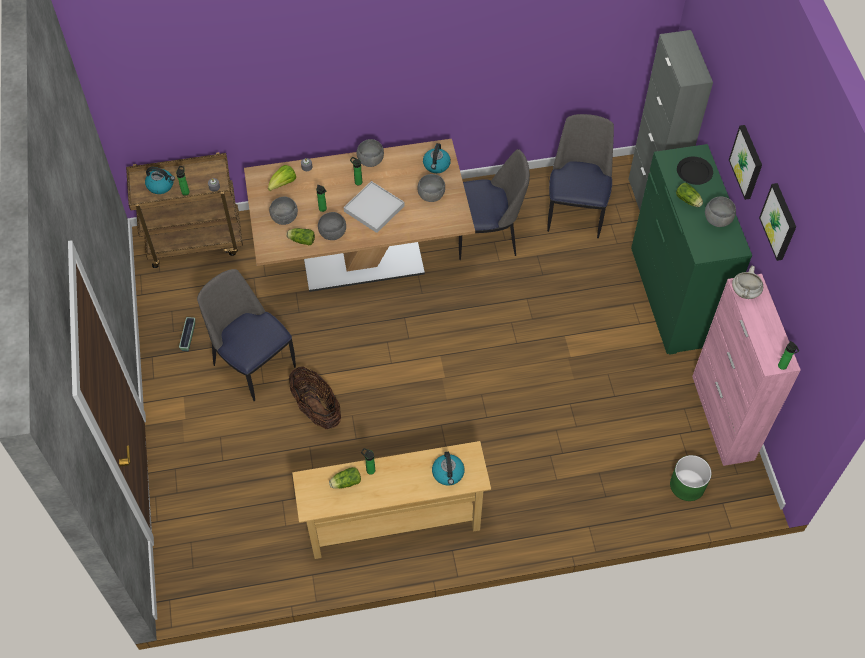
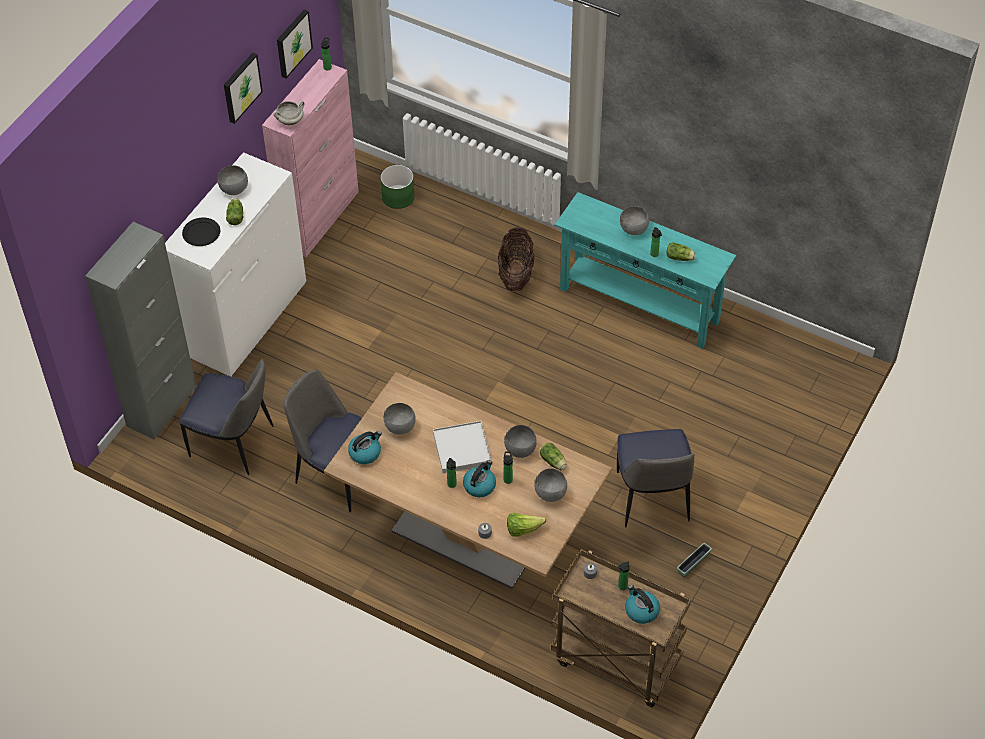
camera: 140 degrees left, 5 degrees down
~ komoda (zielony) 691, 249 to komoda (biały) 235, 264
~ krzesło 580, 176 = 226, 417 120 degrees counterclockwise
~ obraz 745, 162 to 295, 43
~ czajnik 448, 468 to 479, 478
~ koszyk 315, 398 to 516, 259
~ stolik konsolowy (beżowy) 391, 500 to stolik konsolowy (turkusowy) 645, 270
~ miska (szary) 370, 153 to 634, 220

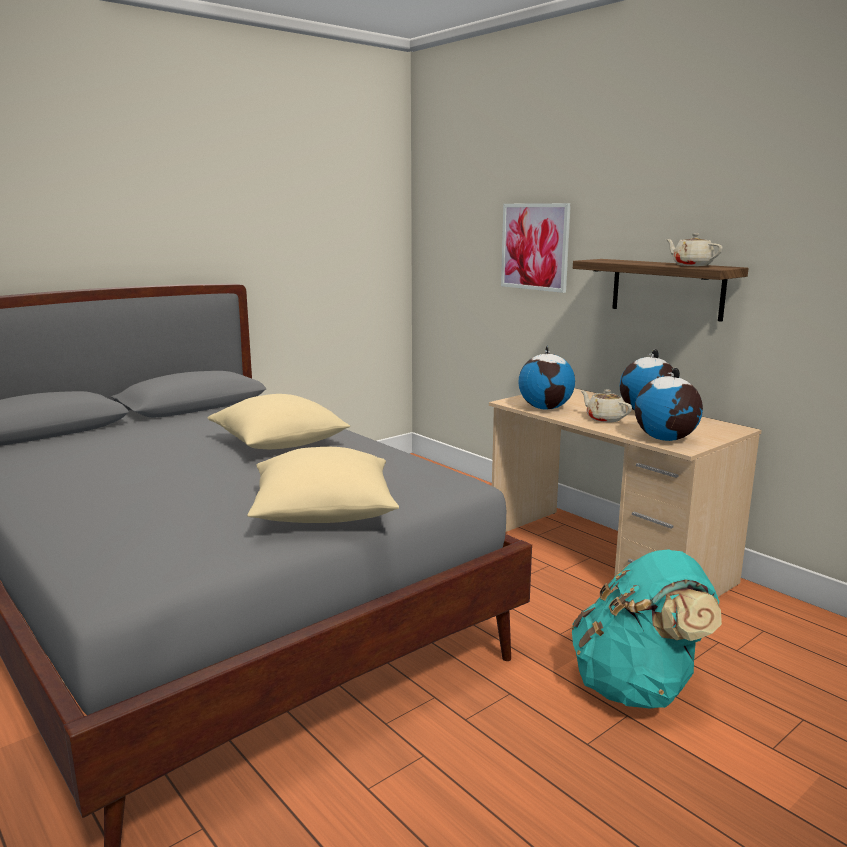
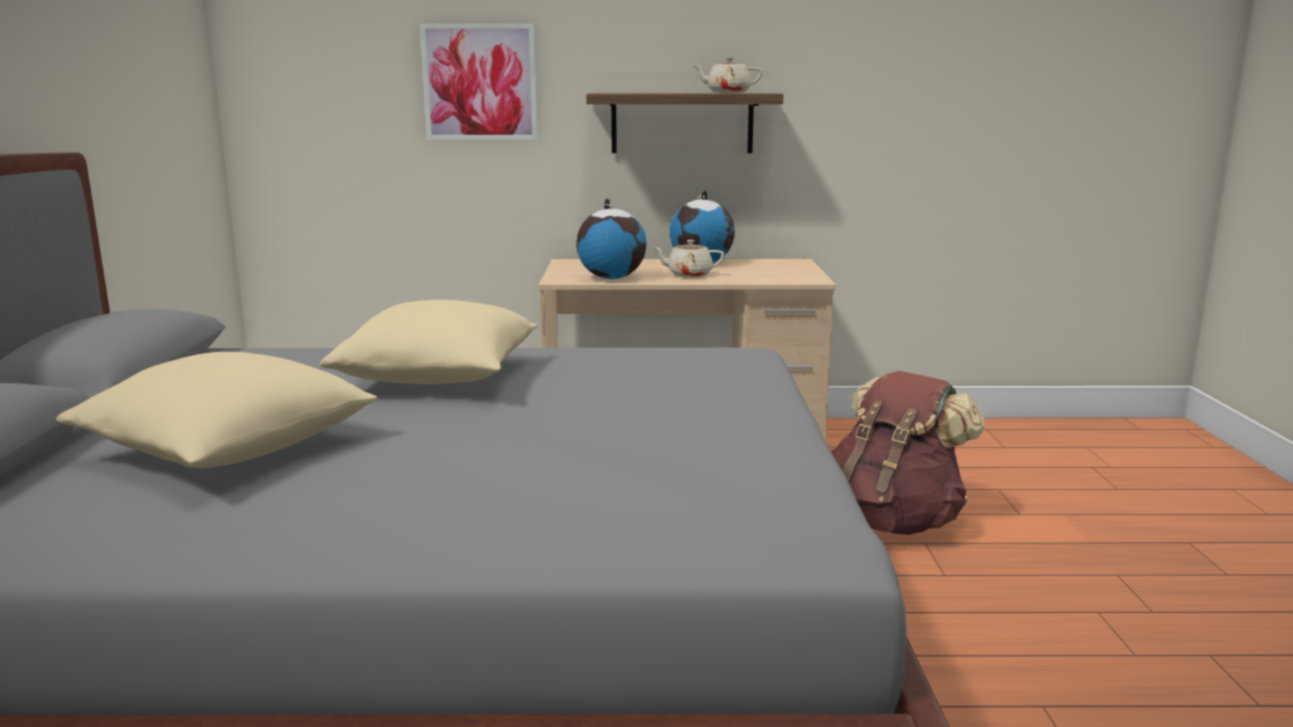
camera: 50 degrees left, 0 degrees up
~ poduszka (beżowy) 323, 485 to 217, 410
~ plecak (turkusowy) 646, 629 to plecak (brązowy) 907, 453
- globus 669, 404

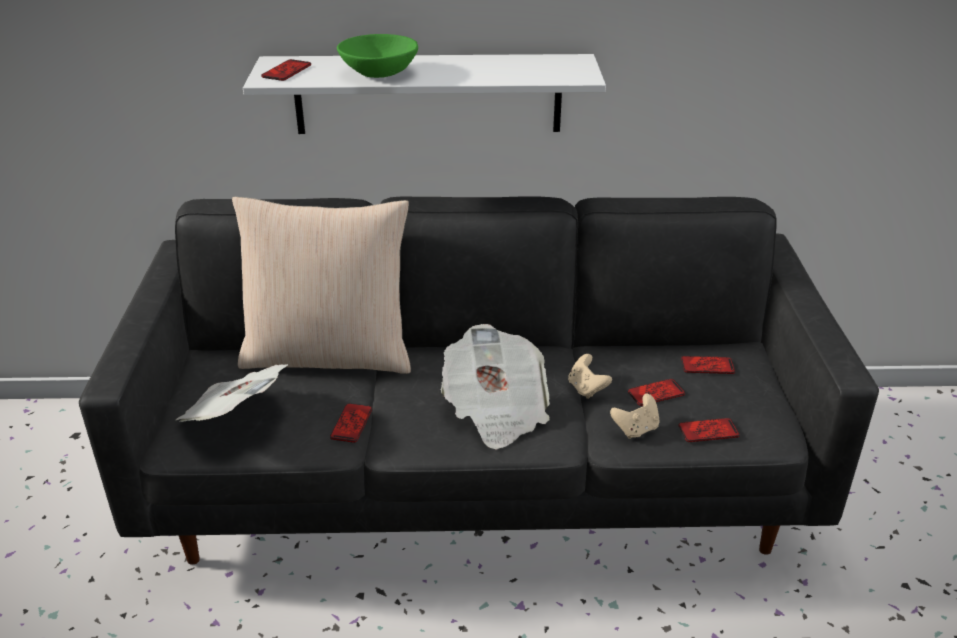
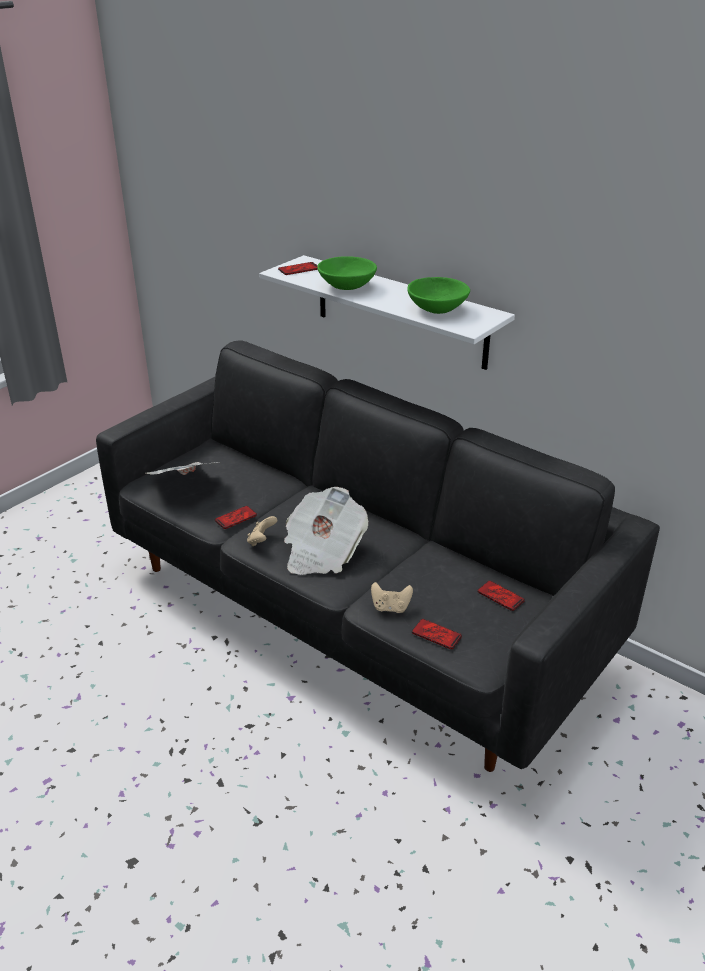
camera: 40 degrees right, 0 degrees up
~ pad do gier (beżowy) 590, 376 to 262, 531
+ miska (zielony) 438, 295
- poduszka (beżowy) 321, 285
- telefon 656, 392

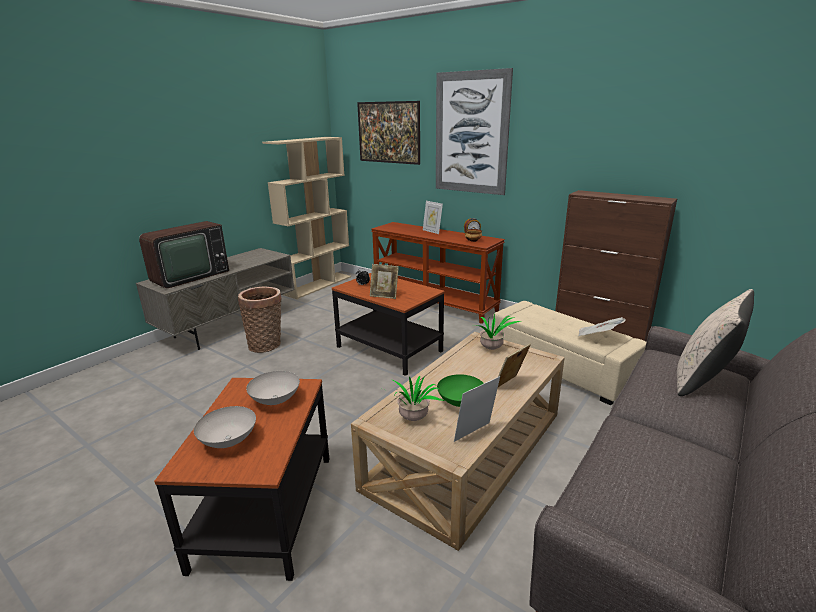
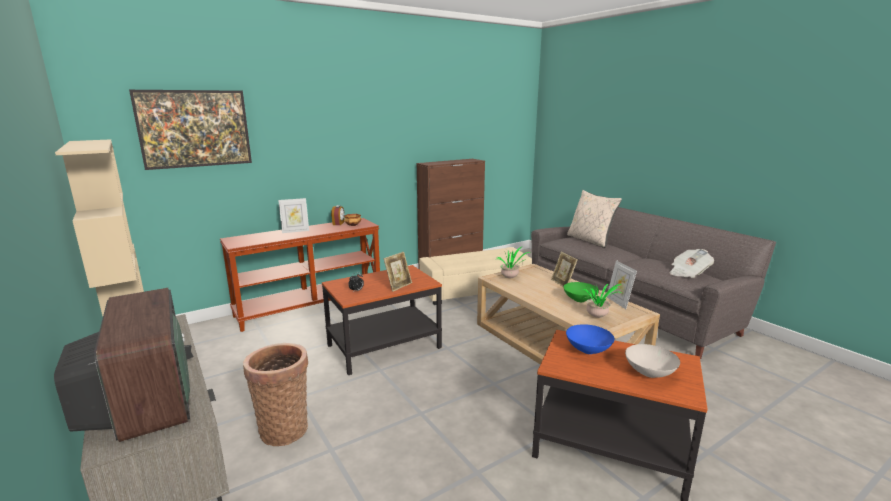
camera: 70 degrees left, 5 degrees down
~ miska (biały) 273, 388 to miska (niebieski) 590, 339
~ gazeta 602, 326 to 691, 263
- obraz 474, 131

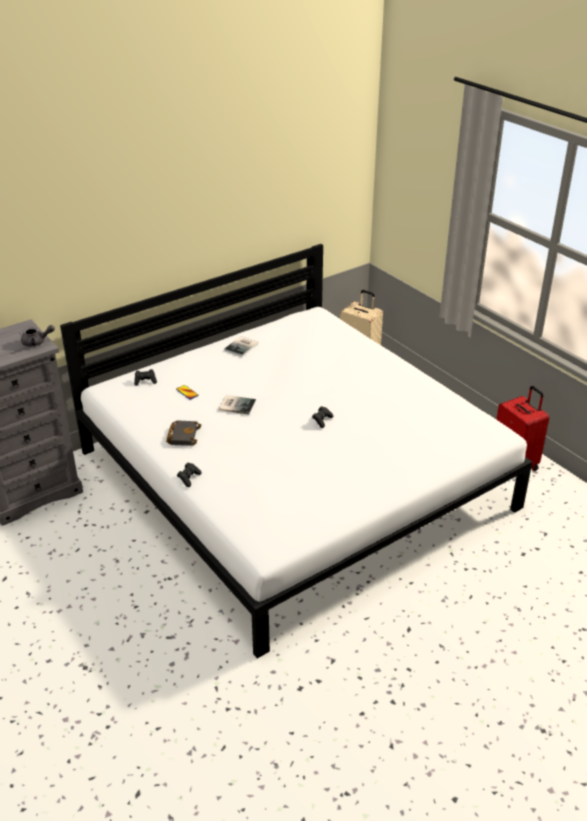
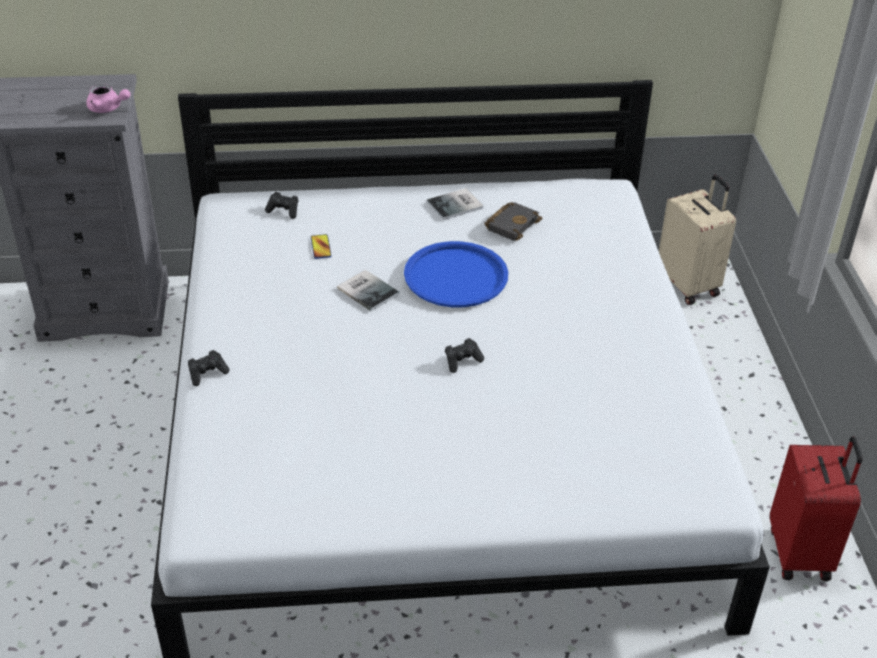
camera: 30 degrees right, 5 degrees up
~ imbryk (szary) 38, 335 to imbryk (różowy) 108, 98
+ taca (niebieski) 456, 274
~ książka (czarny) 183, 433 to 513, 221

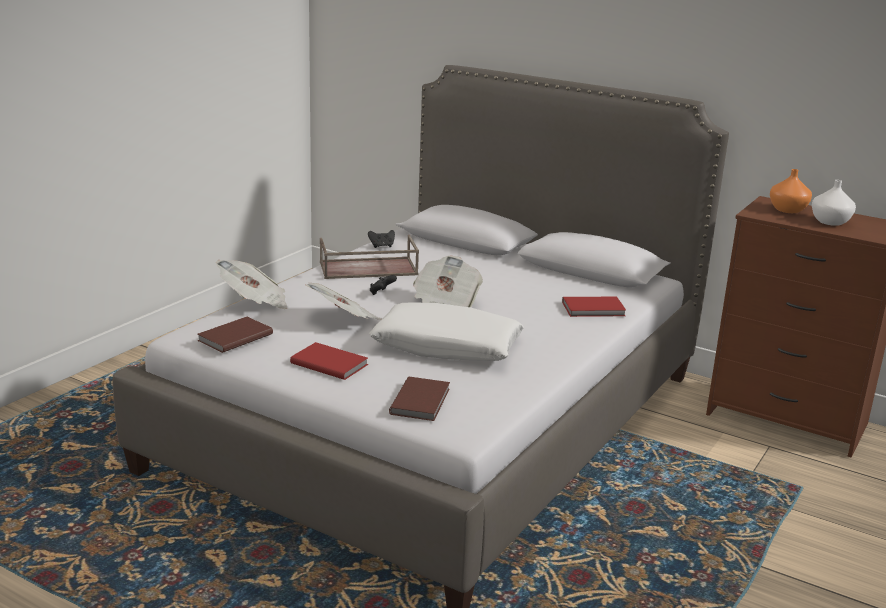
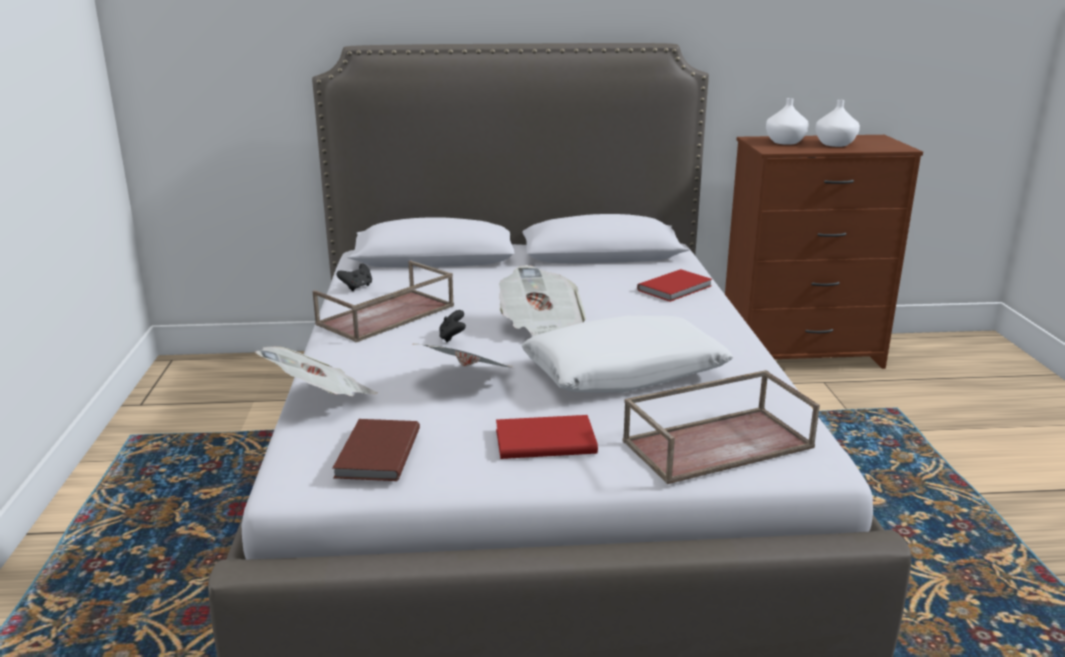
camera: 35 degrees left, 0 degrees up
~ książka (brązowy) 419, 399 to taca (brązowy) 721, 427
~ wazon (pomarańczowy) 791, 191 to wazon (biały) 787, 121

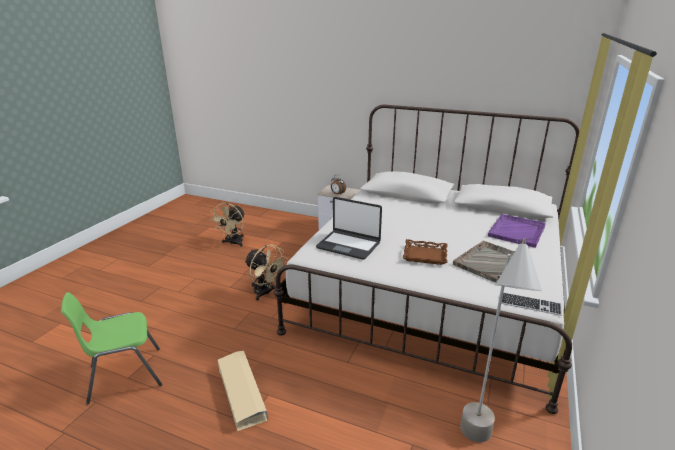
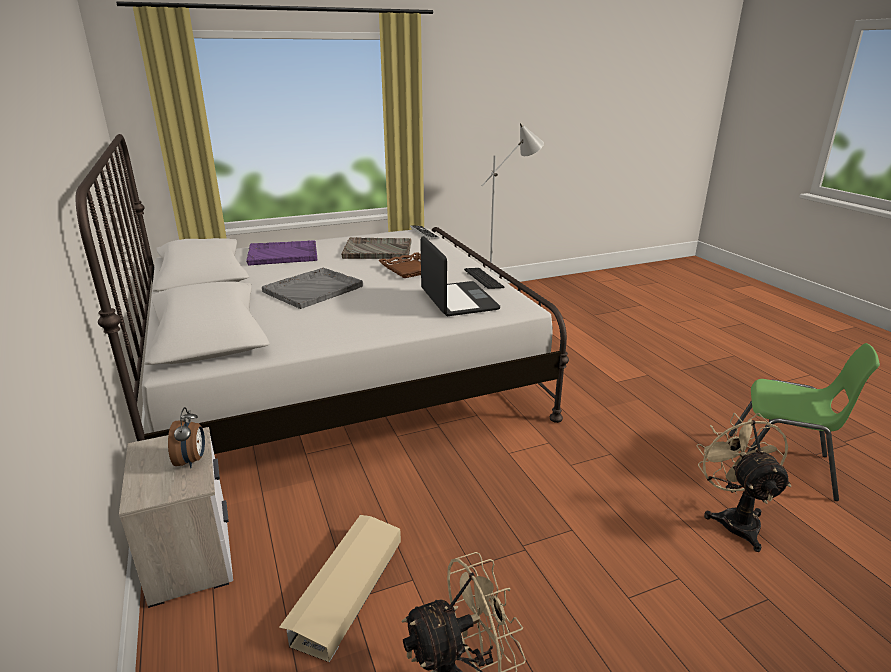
camera: 135 degrees left, 0 degrees up
+ taca (szary) 312, 288
~ pojemnik do przechowywania (beżowy) 243, 391 to 340, 588
+ klawiatura 485, 278
~ wentylator (beżowy) 266, 273 to 744, 482

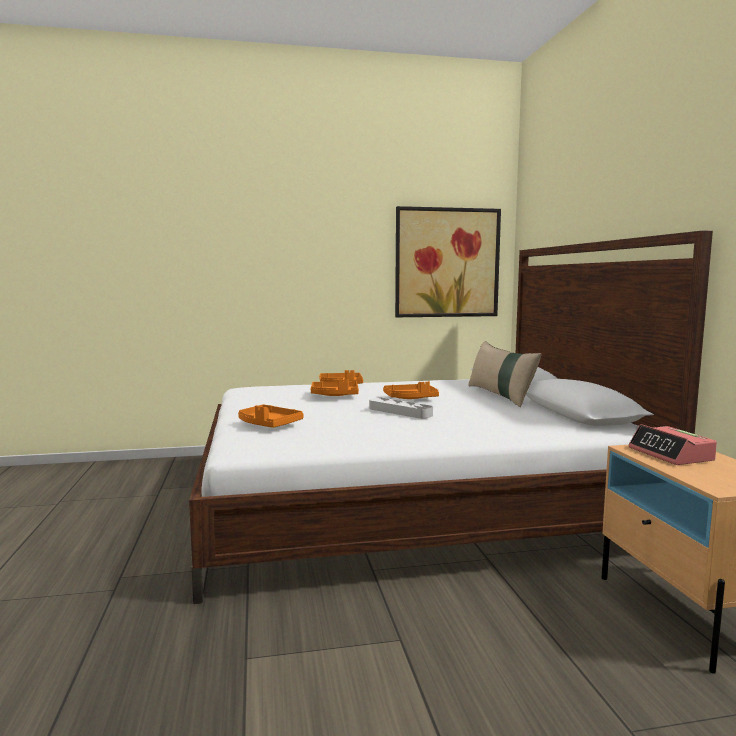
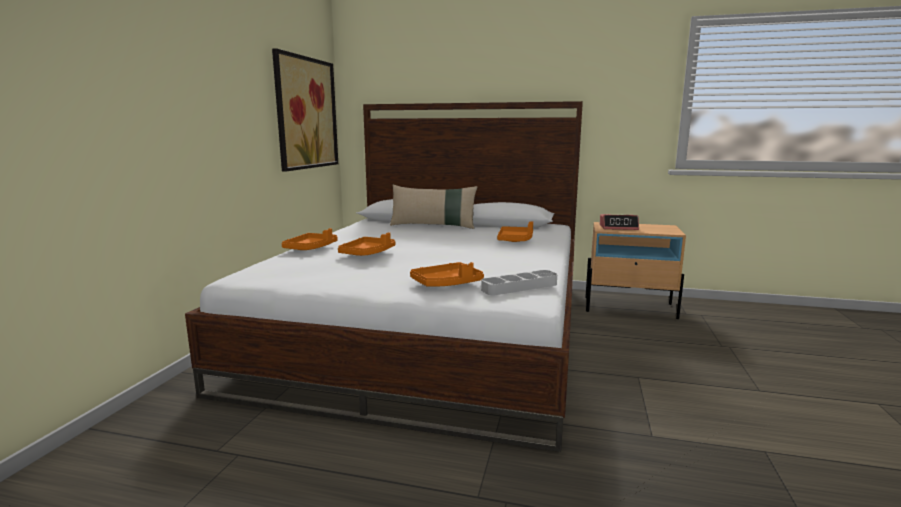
camera: 65 degrees left, 5 degrees up
~ taca (szary) 401, 408 to 519, 282
~ taca (pomarańczowy) 411, 390 to 515, 231

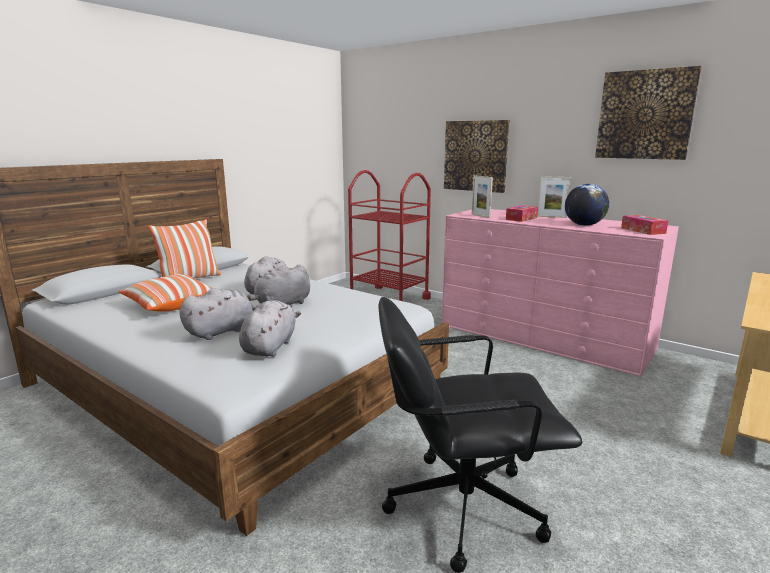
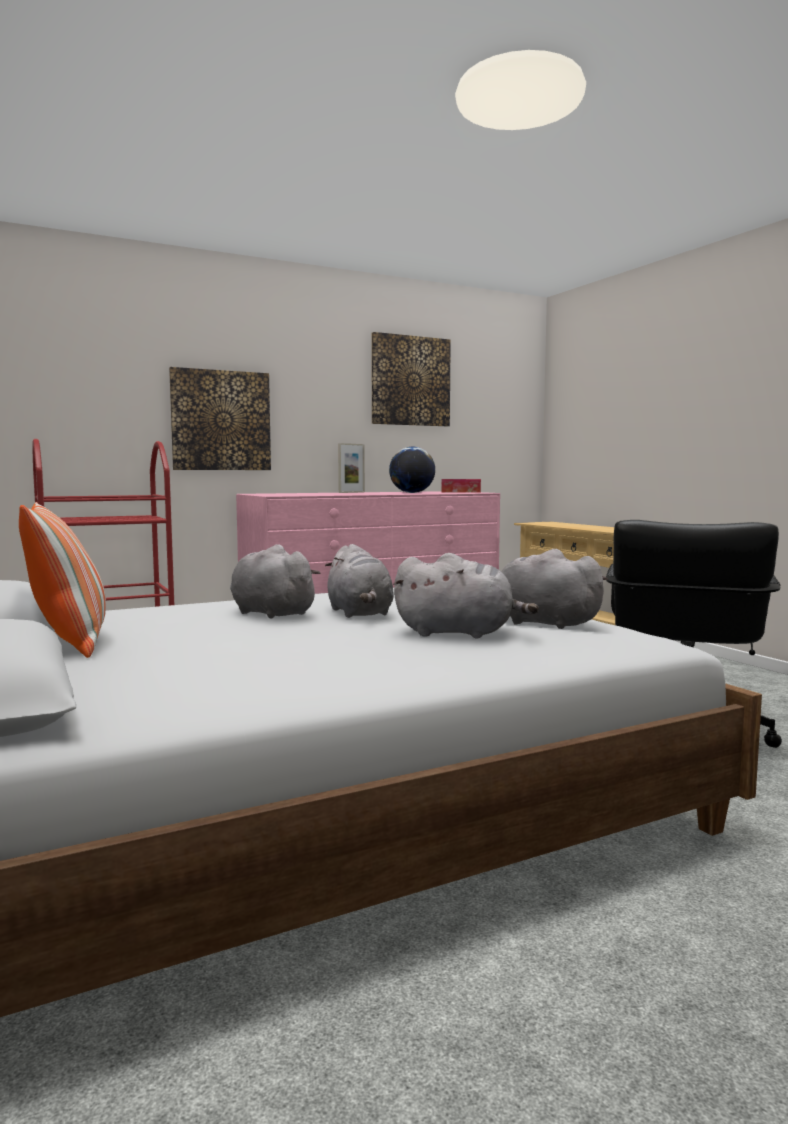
camera: 65 degrees left, 10 degrees down
~ pluszak (szary) 218, 314 = 466, 595 120 degrees clockwise
- poduszka 165, 292
- ramka na zdjęcie 482, 196
- pudełko chusteczek 522, 213

